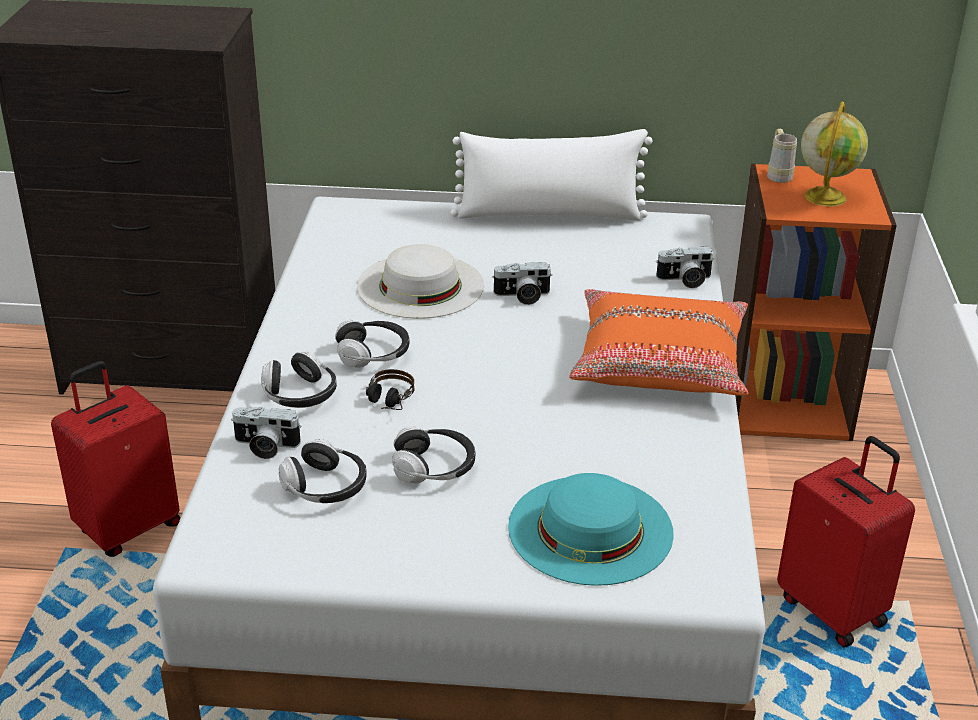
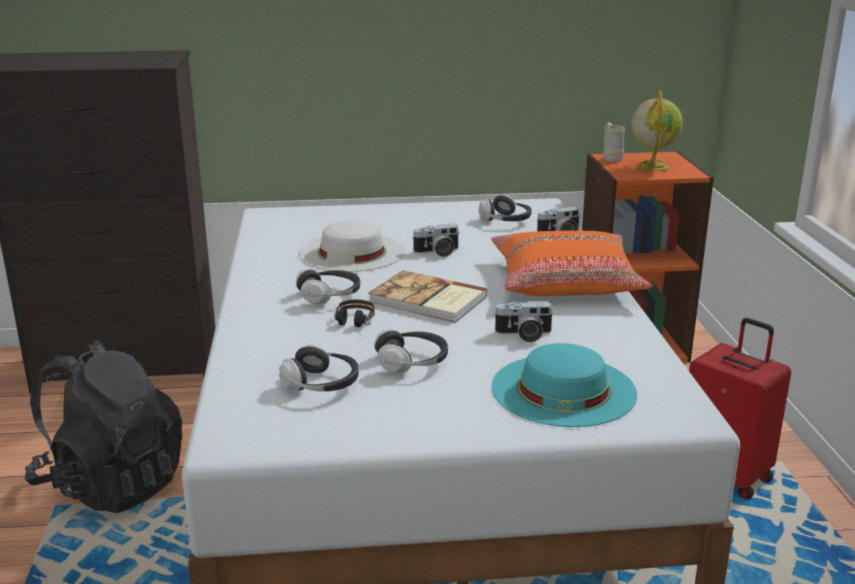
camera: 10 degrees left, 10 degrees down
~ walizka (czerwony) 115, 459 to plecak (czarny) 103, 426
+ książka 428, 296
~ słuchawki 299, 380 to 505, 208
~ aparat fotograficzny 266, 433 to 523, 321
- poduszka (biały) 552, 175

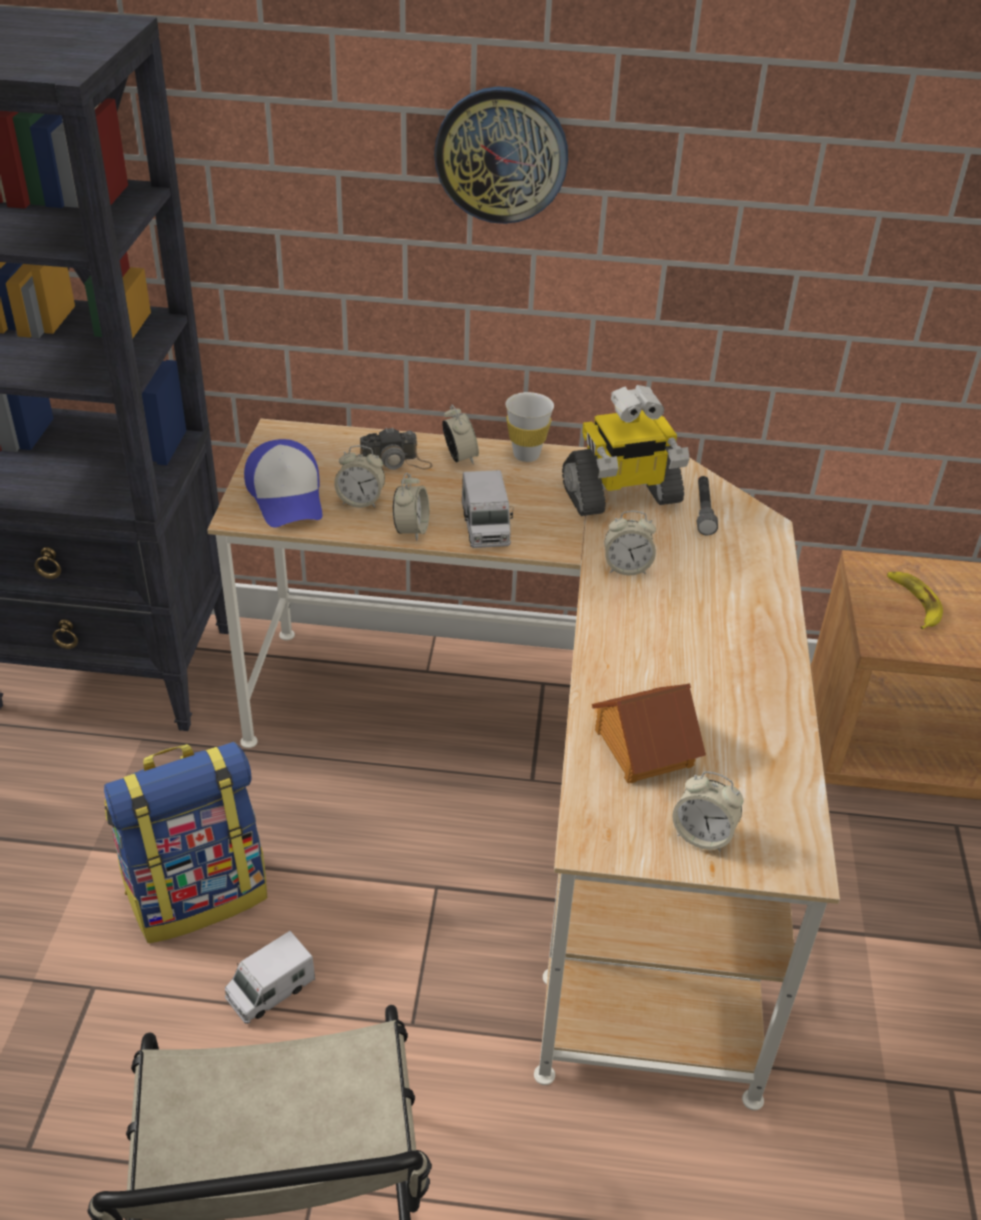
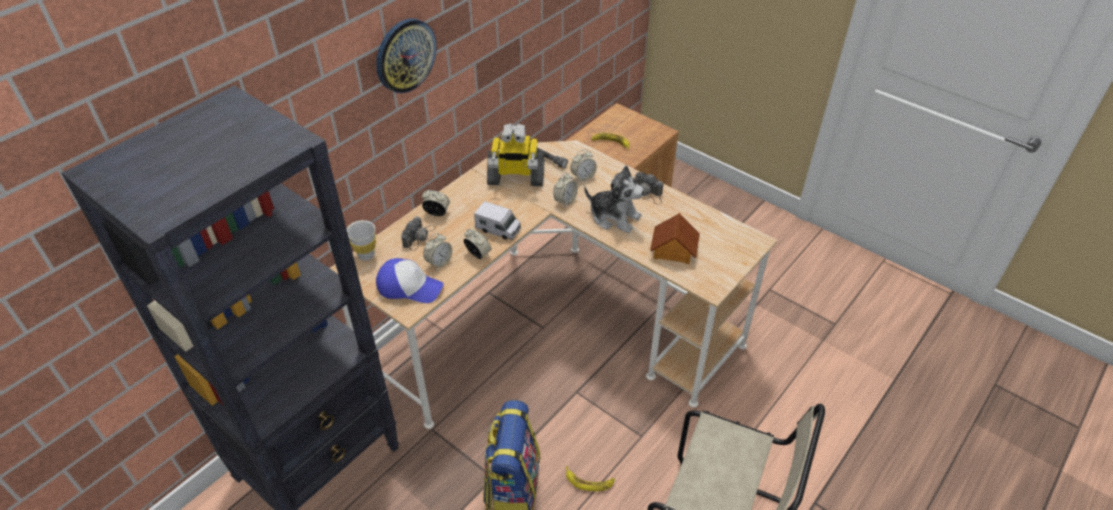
camera: 55 degrees left, 5 degrees up
~ filiżanka (biały) 529, 427 to 361, 240
~ robot zabawkowy 626, 450 = 515, 154 75 degrees clockwise
~ ciężarówka zabawkowa 270, 977 to banan 590, 478
~ budzik 707, 811 to 583, 165
+ pluszak 614, 199
+ aparat fotograficzny 648, 188

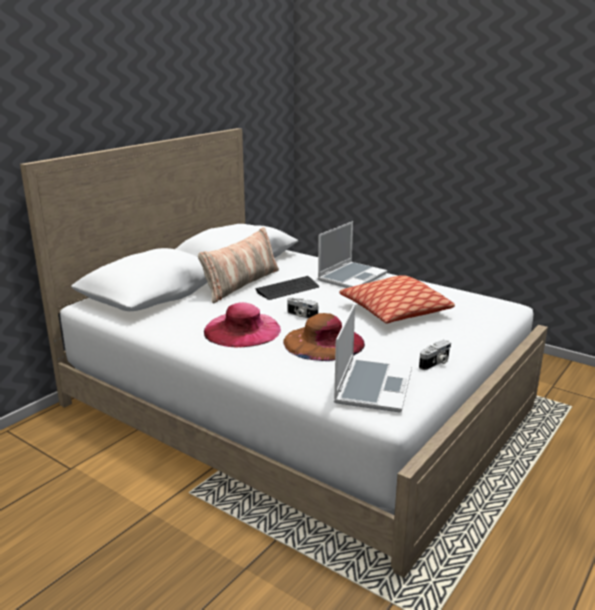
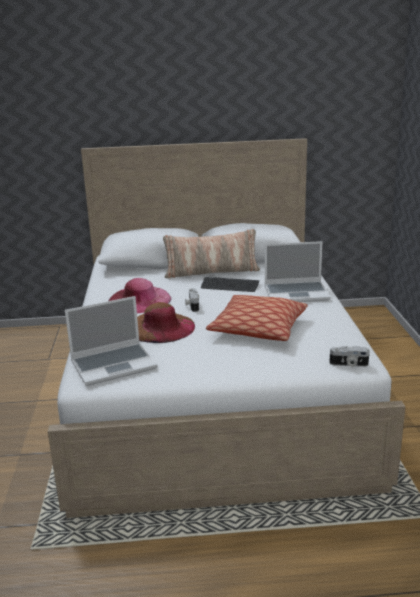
camera: 50 degrees right, 0 degrees up
~ aparat fotograficzny 435, 355 to 349, 356

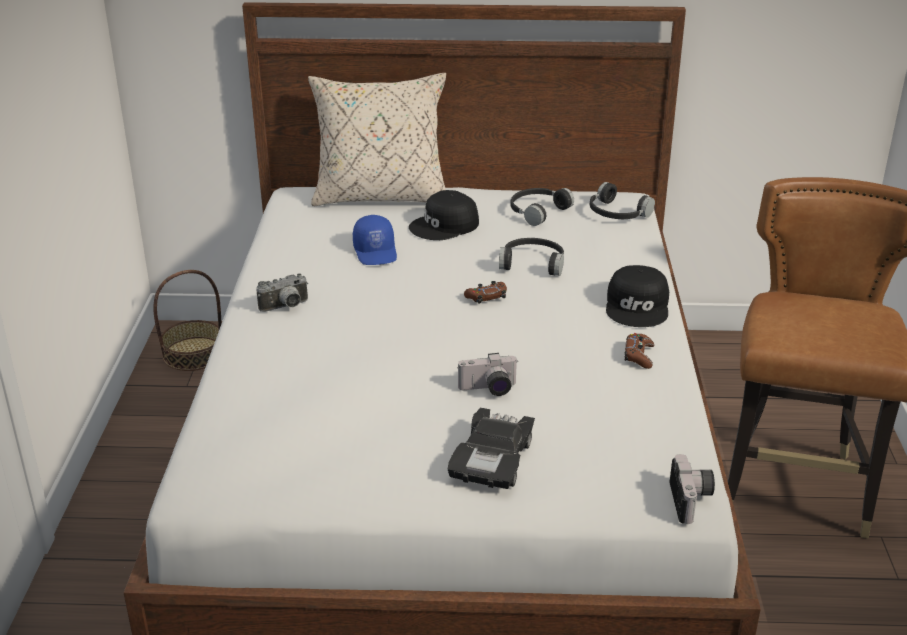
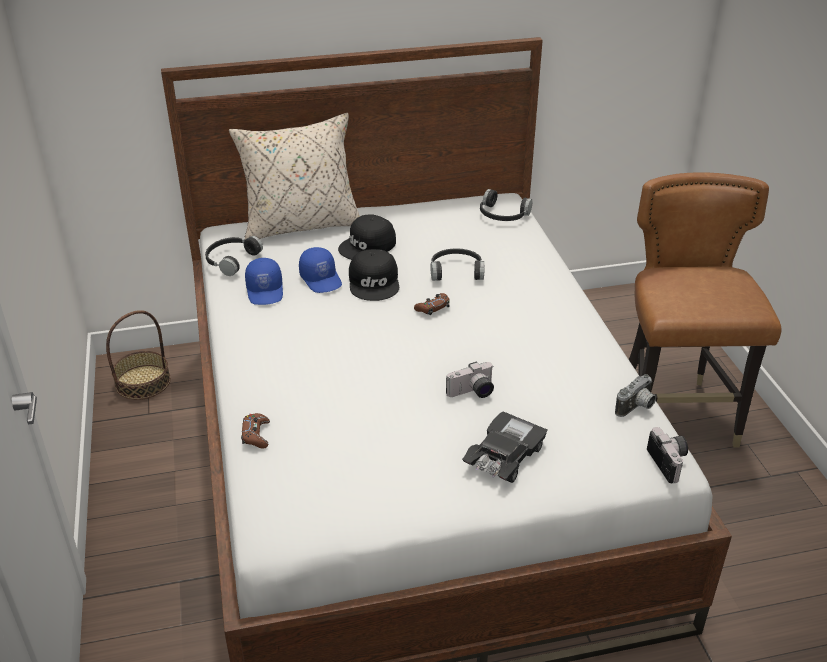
camera: 15 degrees left, 5 degrees up
~ słuchawki (czarny) 542, 207 to 234, 256
~ pad do gier (brązowy) 639, 351 to 255, 430
+ czapka z daszkiem (niebieski) 264, 281
~ czapka z daszkiem (czarny) 637, 296 to 374, 275
~ samochodzik (czarny) 491, 448 = 504, 447 150 degrees counterclockwise
~ aparat fotograficzny 282, 292 to 635, 395

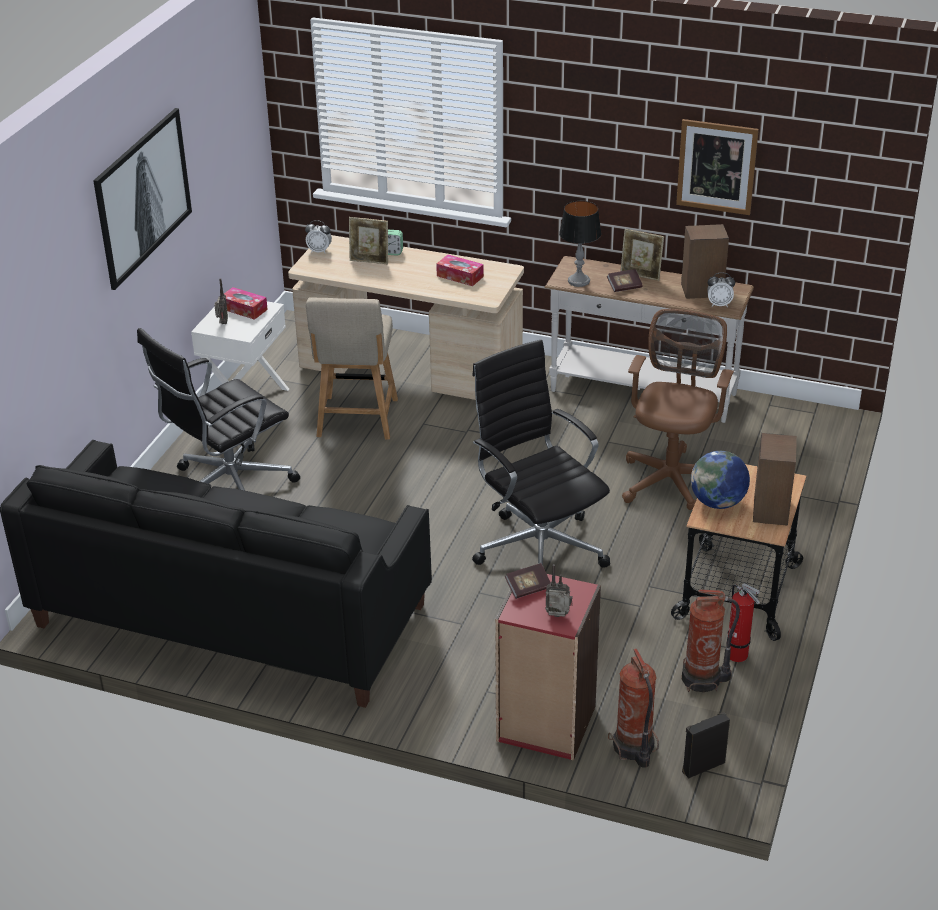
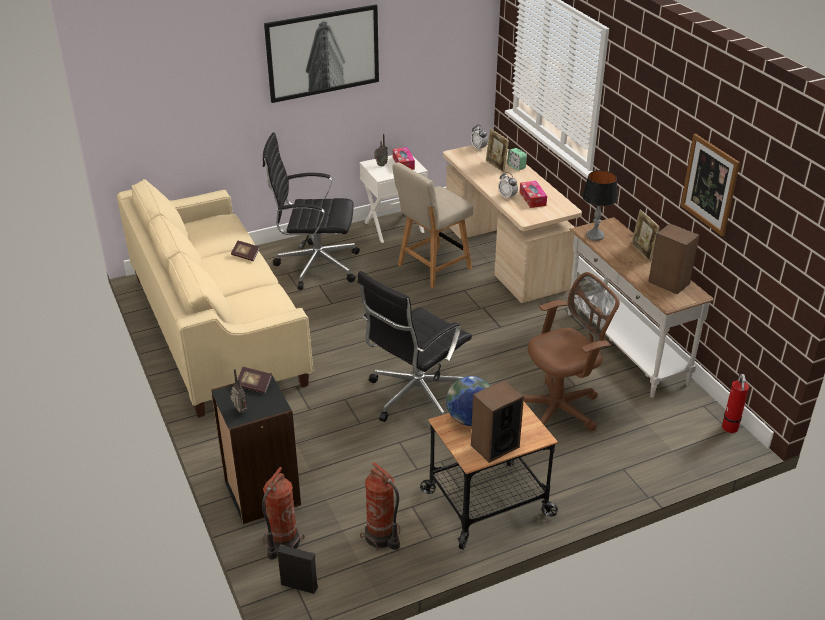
camera: 45 degrees right, 0 degrees up
~ kanapa (czarny) 216, 574 to kanapa (beżowy) 215, 298
~ regał (czerwony) 548, 664 to regał (czarny) 256, 448
~ książka 625, 280 to 245, 251
~ krzesło biurowe (czarny) 541, 454 = 415, 346 150 degrees counterclockwise
~ budzik 721, 289 to 508, 185
~ gaśnica 743, 622 to 735, 403

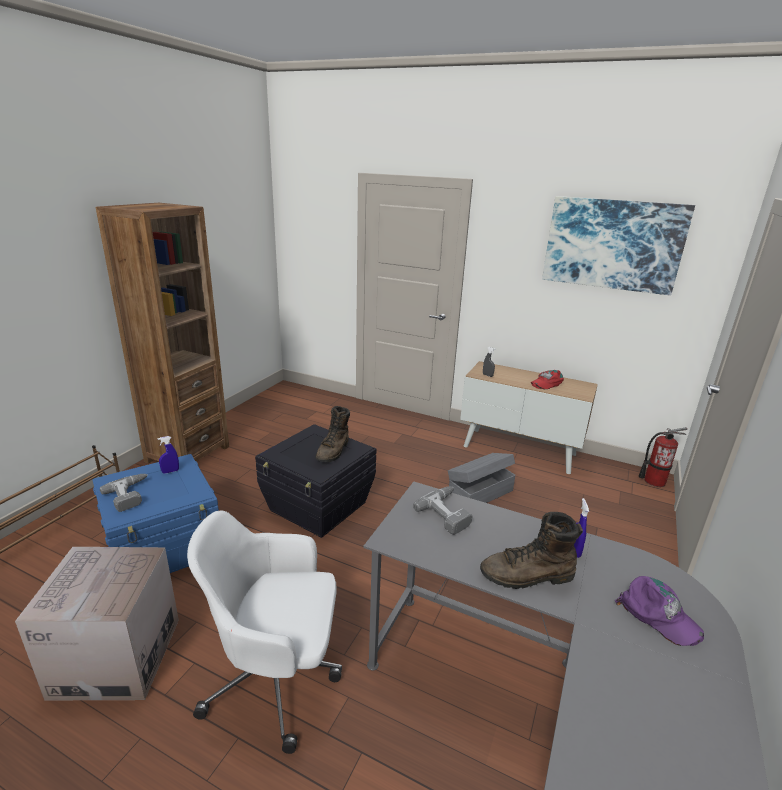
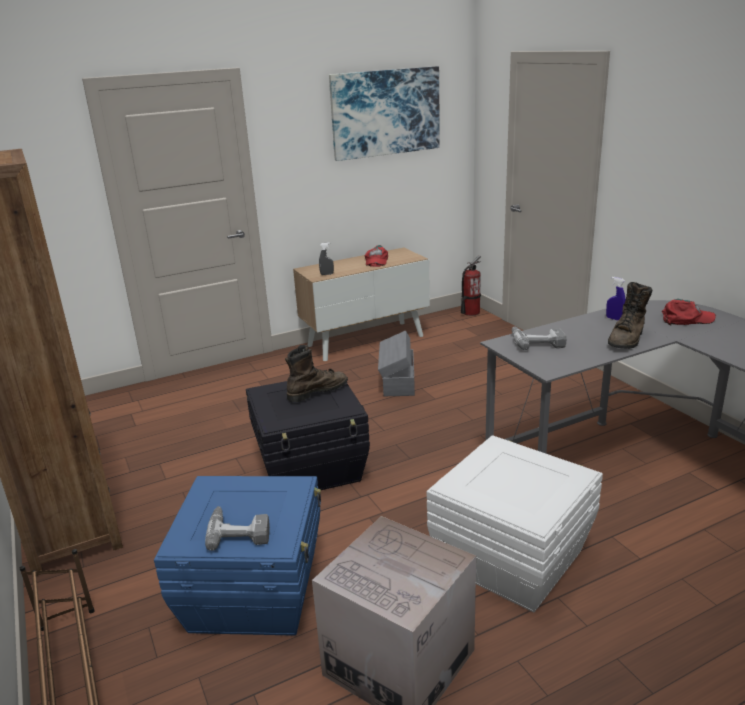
camera: 50 degrees left, 0 degrees up
~ but z cholewką (brązowy) 332, 434 = 316, 373 90 degrees counterclockwise
~ krzesło biurowe (biały) 264, 632 to pojemnik do przechowywania (biały) 514, 523
~ czapka z daszkiem (fioletowy) 659, 611 to czapka z daszkiem (czerwony) 689, 312
- spryskiwacz (niebieski) 168, 455

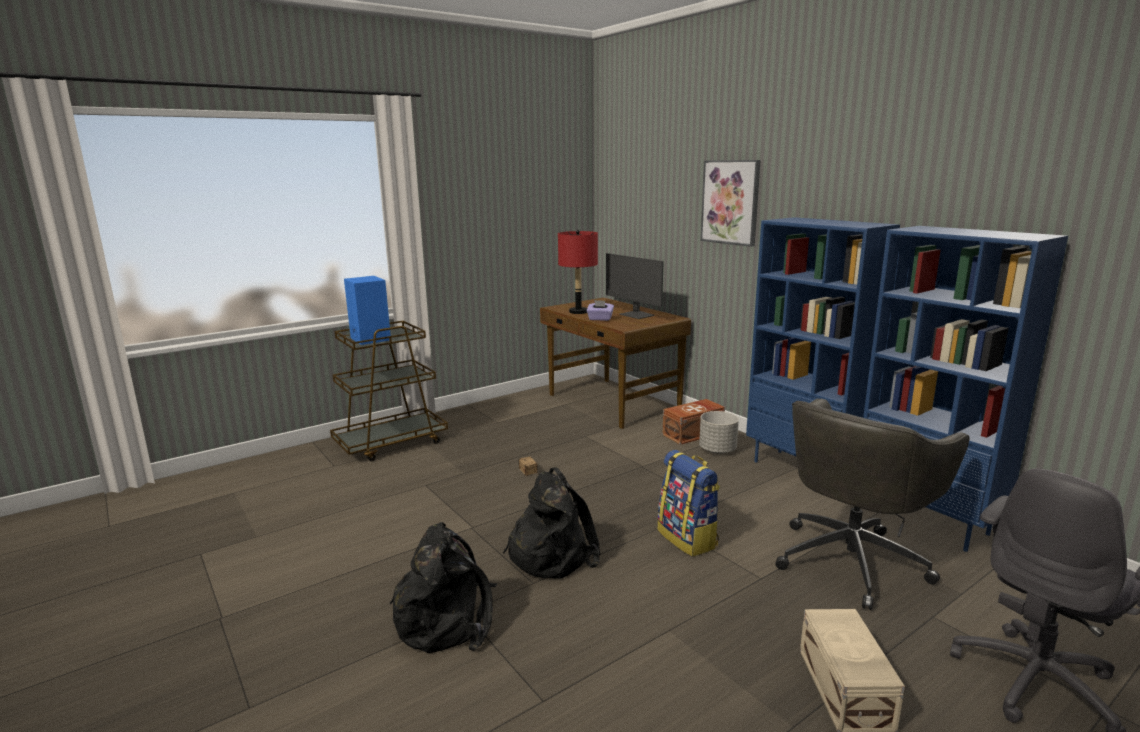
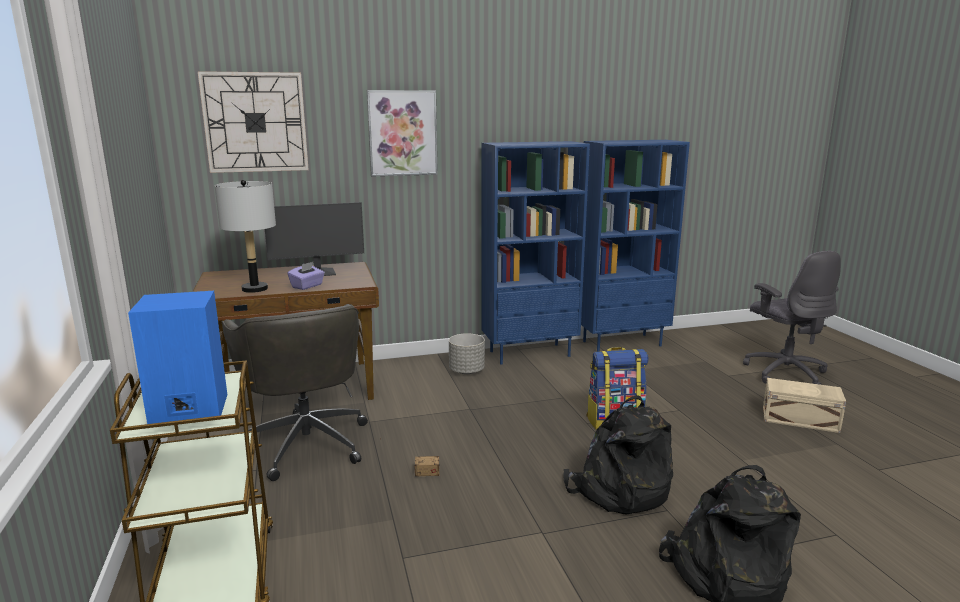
camera: 70 degrees left, 0 degrees up
+ zegar ścienny 253, 122
~ lampa stołowa (czerwony) 578, 272 to lampa stołowa (szary) 245, 236
~ krzesło biurowe (szary) 872, 504 to 295, 392
- pojemnik do przechowywania (brązowy) 694, 422

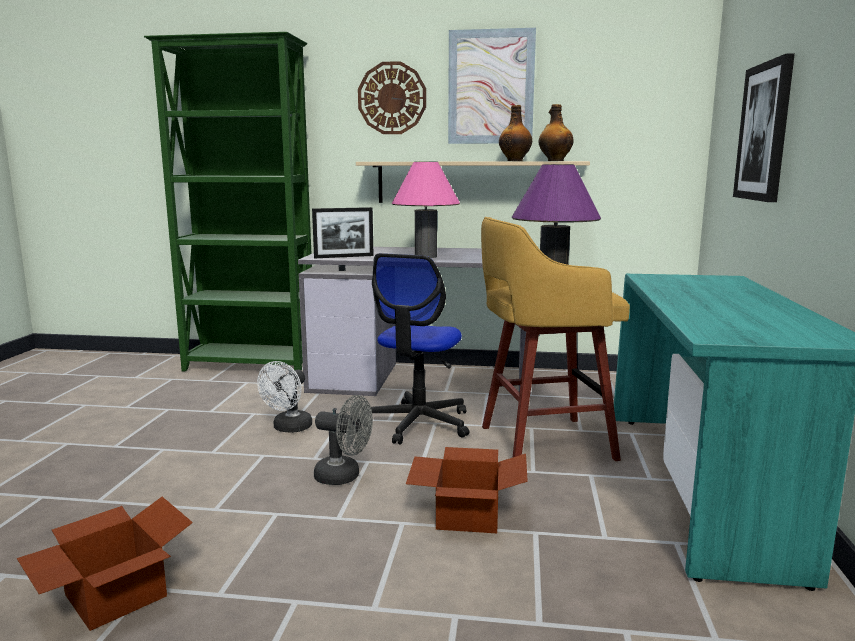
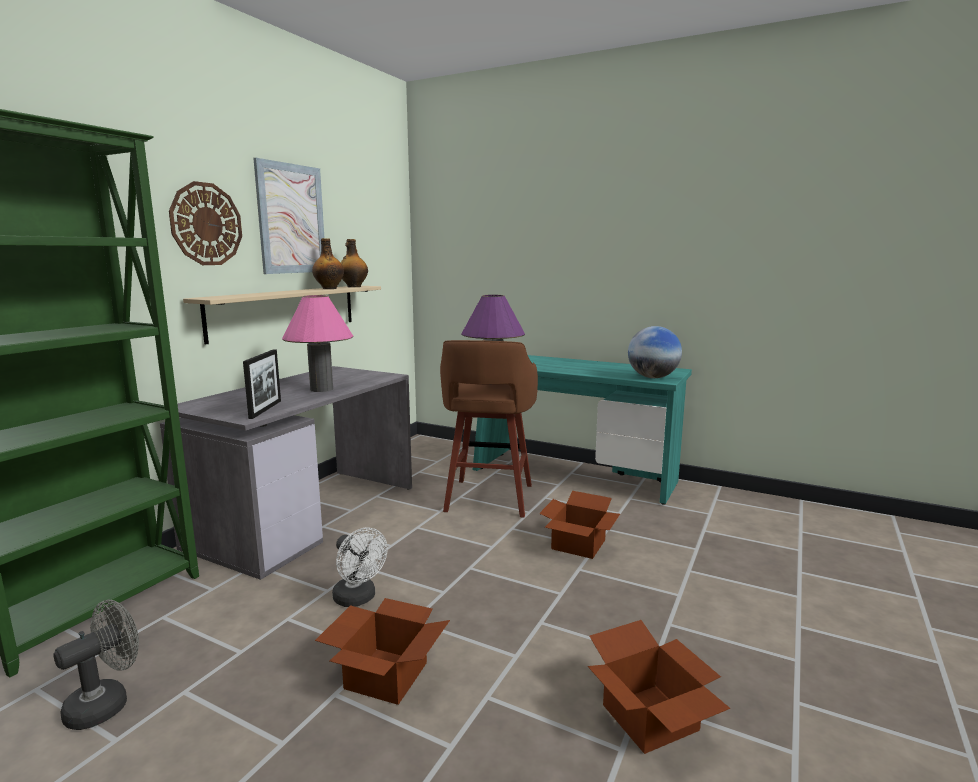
camera: 70 degrees left, 0 degrees up
~ wentylator (szary) 343, 440 to 96, 665
+ karton 382, 651
~ stołek (żółty) 555, 339 to stołek (brązowy) 489, 429
+ globus 655, 352
- krzesło biurowe 418, 349
- obraz 764, 127

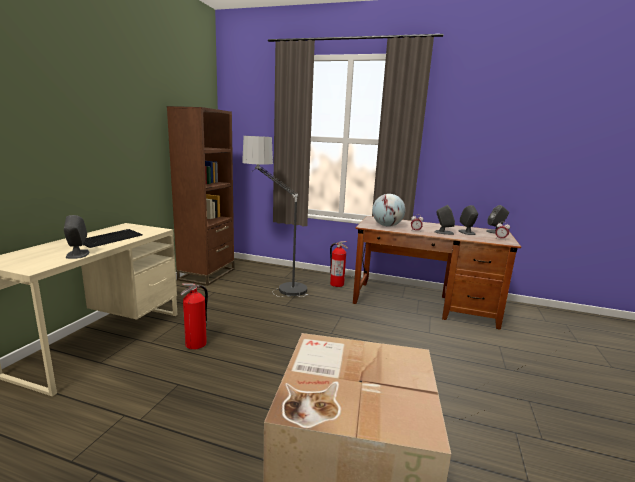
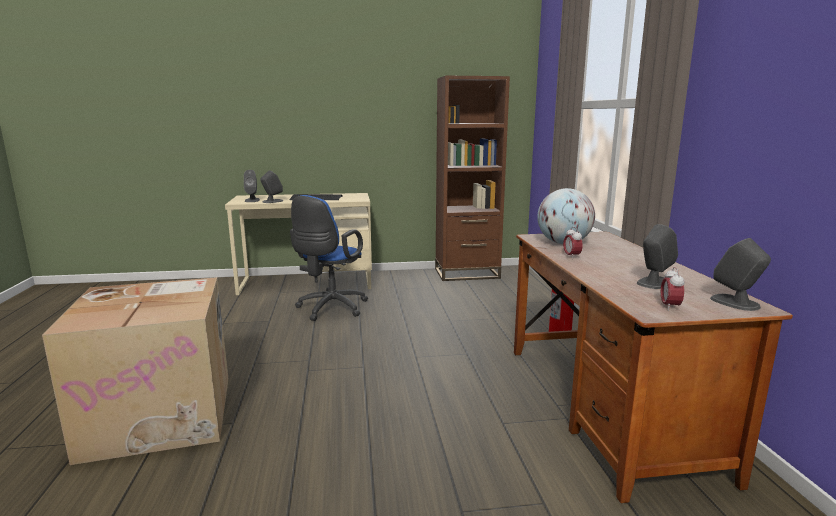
camera: 65 degrees right, 0 degrees up
~ głośnik (szary) 444, 220 to 252, 186
~ gaśnica 194, 317 to krzesło biurowe (niebieski) 329, 258
- lampa stojąca 275, 216

